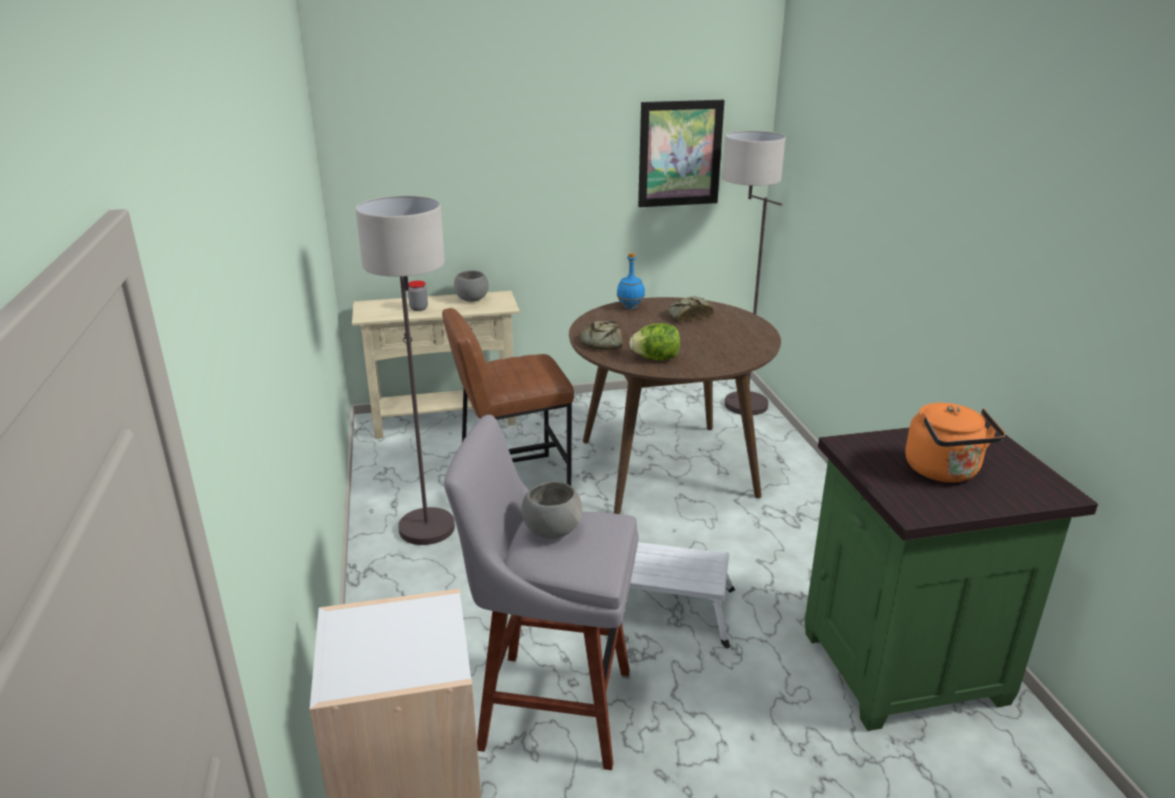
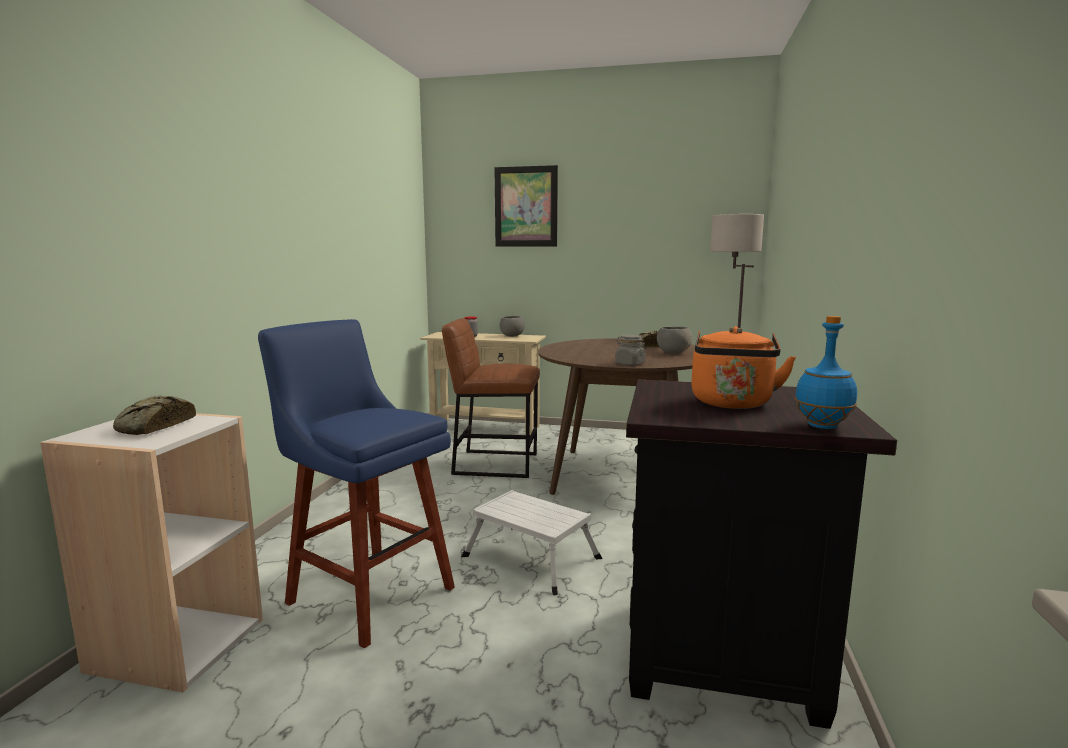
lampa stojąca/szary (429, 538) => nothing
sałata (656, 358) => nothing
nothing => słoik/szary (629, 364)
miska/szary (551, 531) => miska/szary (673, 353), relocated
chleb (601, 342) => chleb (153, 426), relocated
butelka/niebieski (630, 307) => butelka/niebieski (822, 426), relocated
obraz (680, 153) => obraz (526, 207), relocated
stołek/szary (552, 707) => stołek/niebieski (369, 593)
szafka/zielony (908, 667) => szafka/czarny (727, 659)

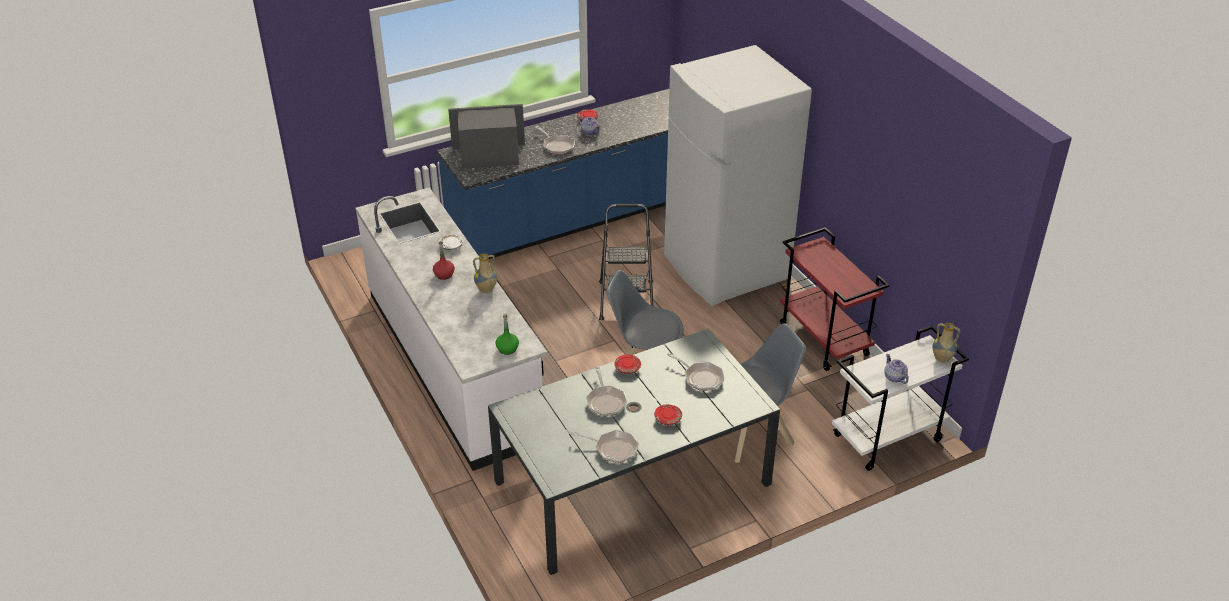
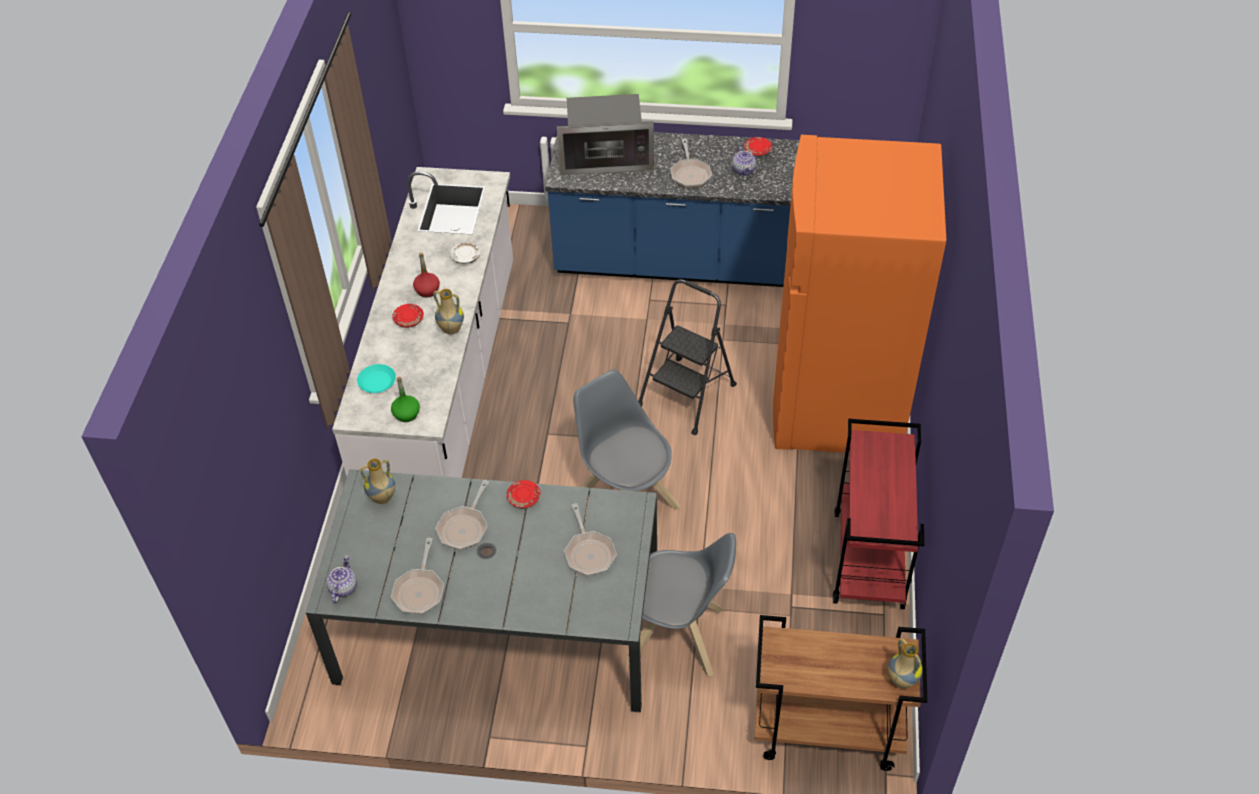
nothing => talerz/turkusowy (377, 381)
nothing => wazon (382, 498)
talerz/czerwony (668, 418) => talerz/czerwony (409, 320), relocated
imbryk (894, 377) => imbryk (343, 587), relocated
lodówka/biały (725, 266) => lodówka/pomarańczowy (836, 405)
wózek/biały (887, 439) => wózek/brązowy (826, 731)
mikrofalówka (489, 155) => mikrofalówka (606, 157), 150 degrees clockwise
patelnia (613, 448) => patelnia (419, 590), 45 degrees clockwise

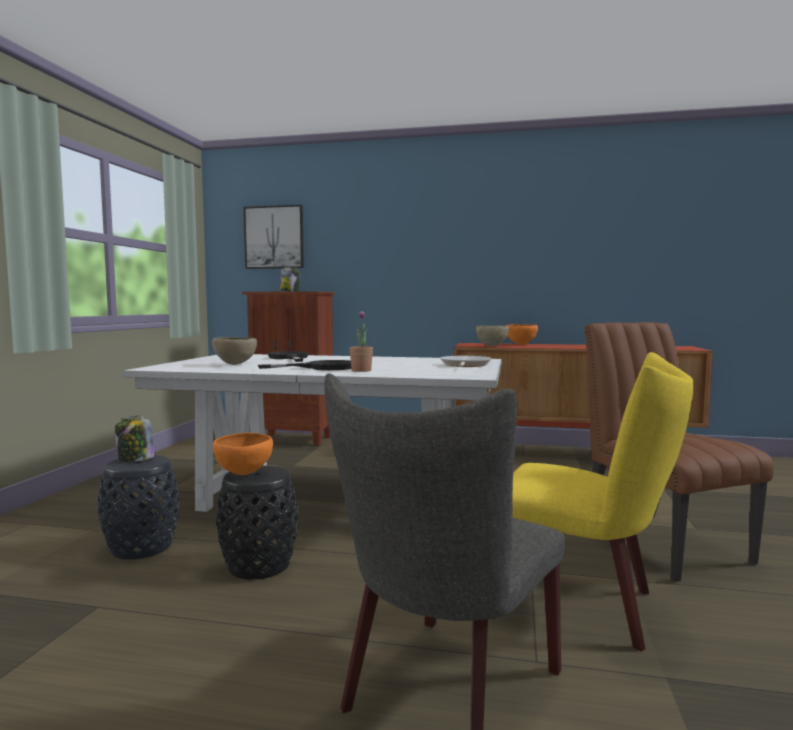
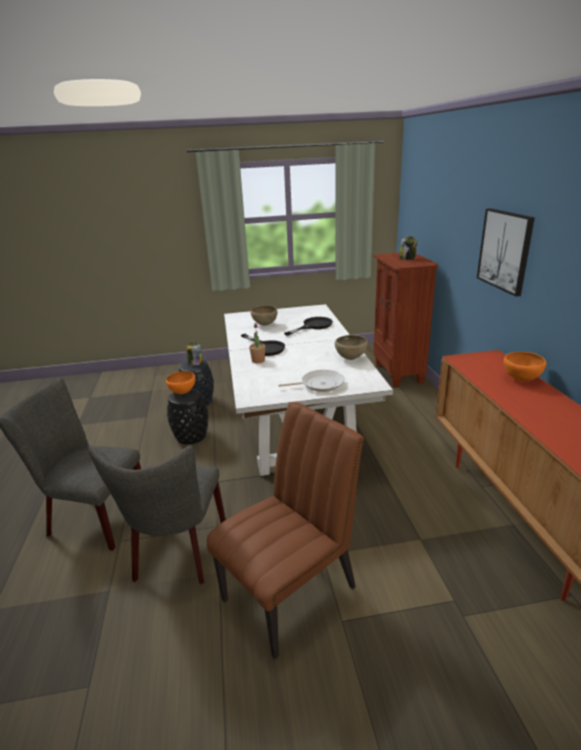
obraz (274, 237) => obraz (505, 250), relocated
miska/brązowy (492, 346) => miska/brązowy (351, 358), relocated
krzesło/żółty (583, 605) => krzesło/szary (178, 553)

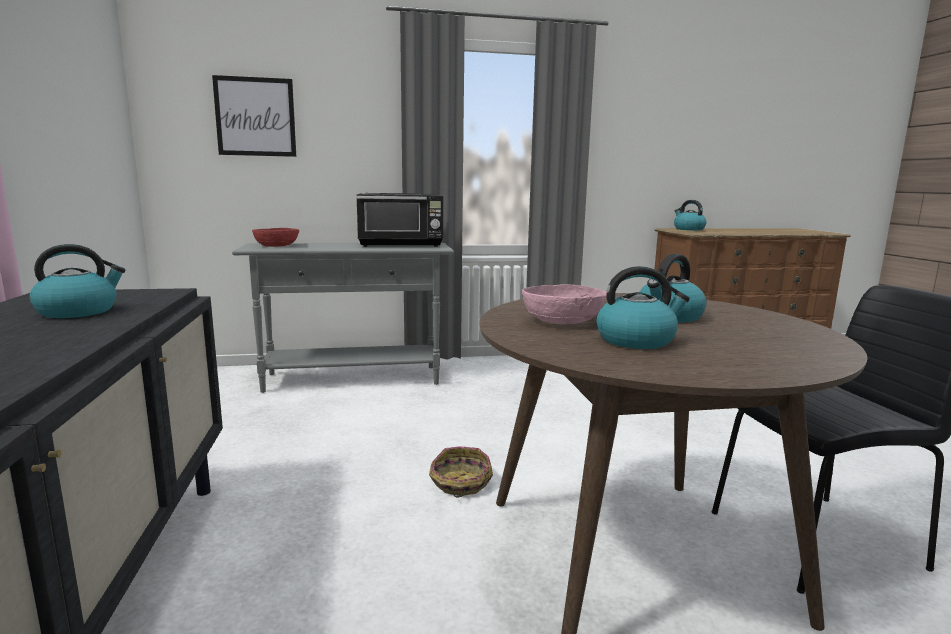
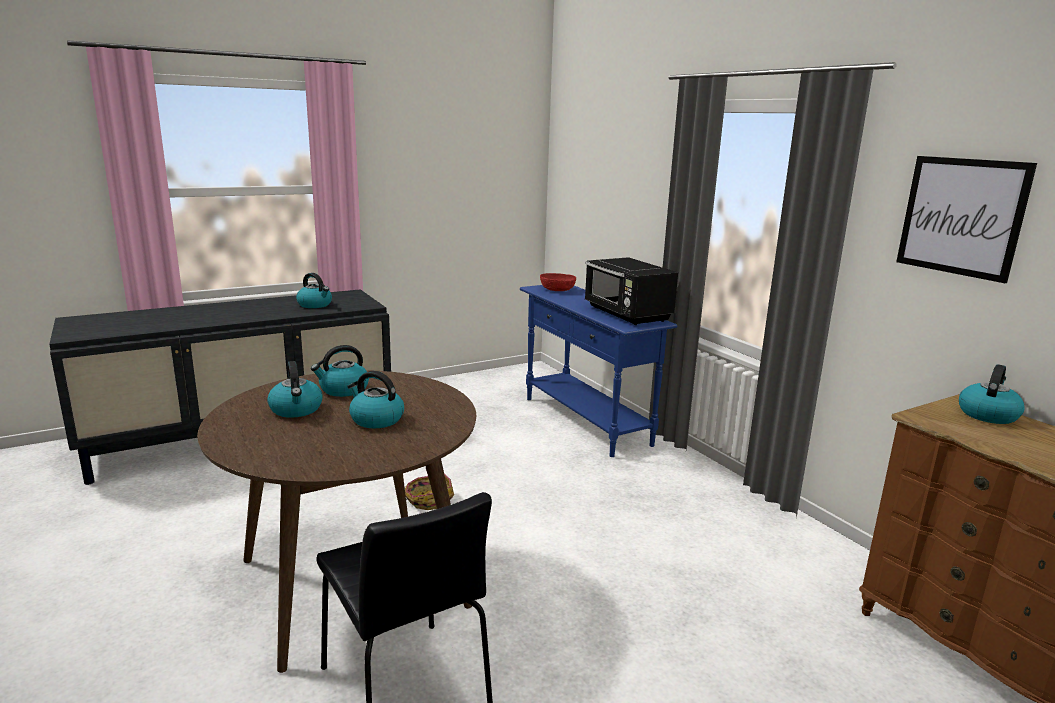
obraz (255, 117) => obraz (961, 216), relocated
miska/różowy (562, 321) => czajnik (343, 390)
stolik konsolowy/szary (353, 379) => stolik konsolowy/niebieski (586, 421)

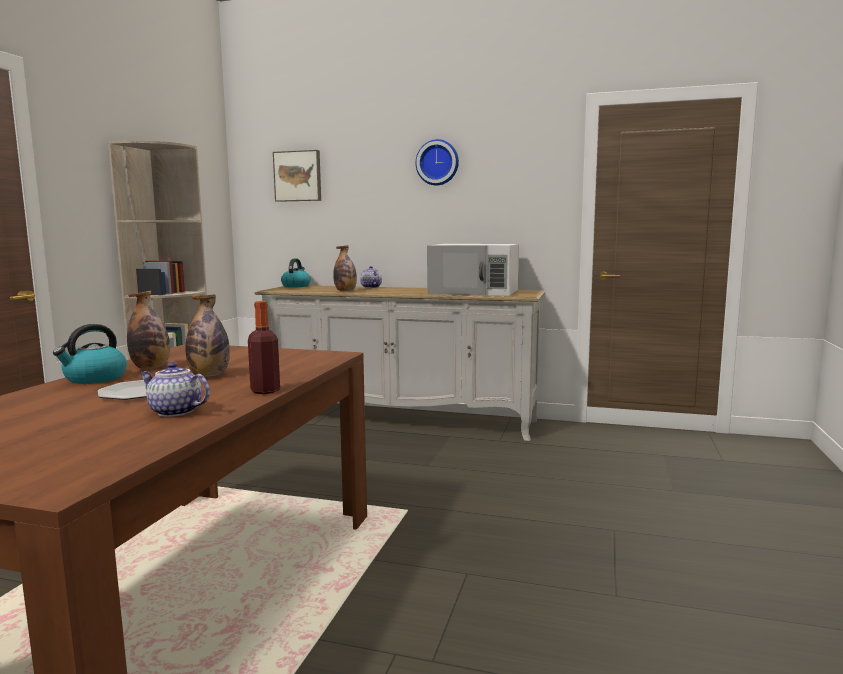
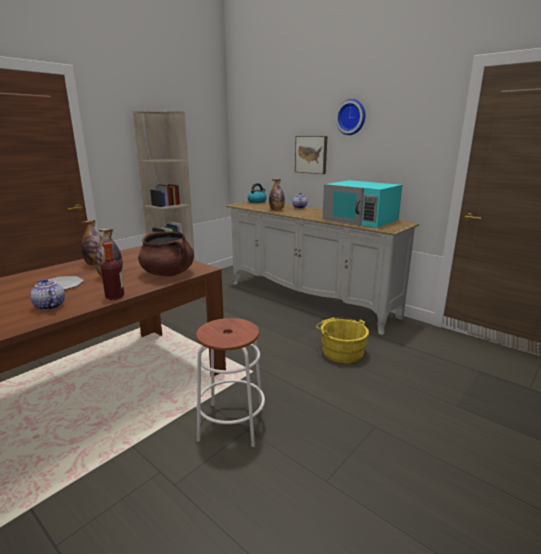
czajnik (94, 378) => nothing
nothing => garnek/brązowy (168, 273)
nothing => stołek/biały (231, 424)
nothing => wiadro/żółty (341, 351)
obraz (298, 176) => obraz (311, 154), relocated
mikrofalówka/biały (474, 291) => mikrofalówka/turkusowy (360, 219)

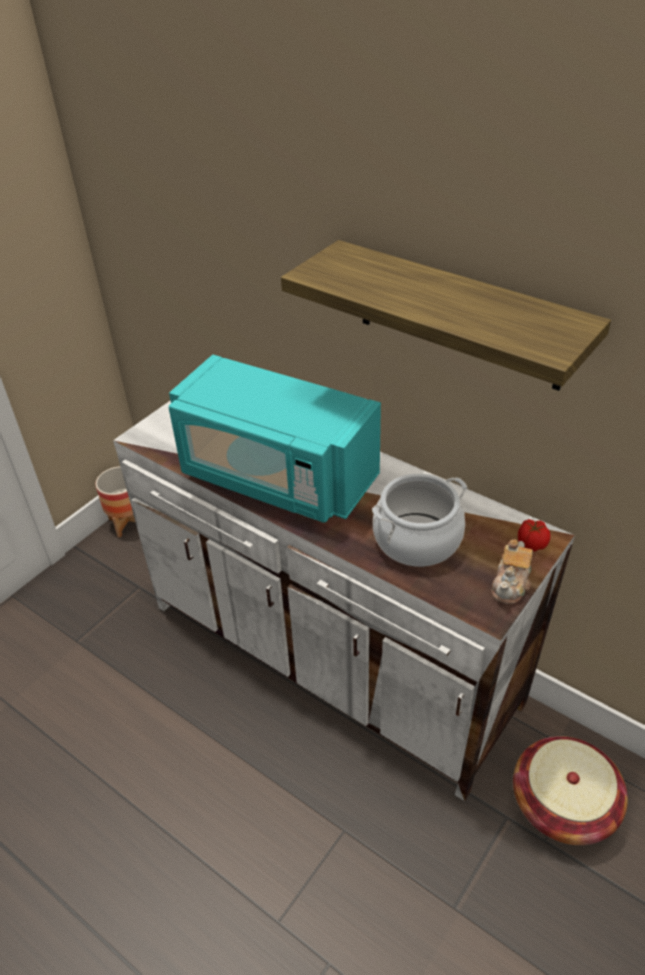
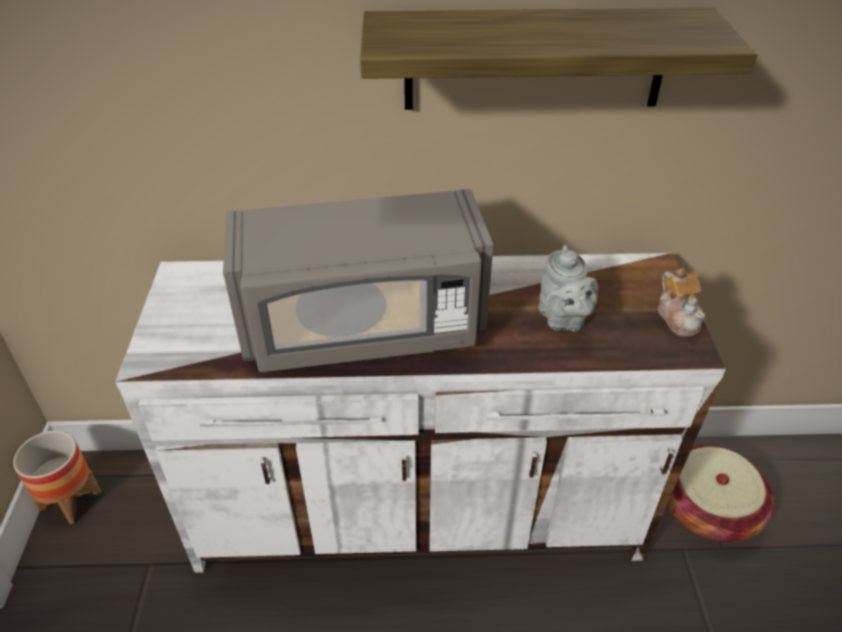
pomidor (531, 543) => nothing
garnek (417, 540) => imbryk/szary (562, 320)
mikrofalówka/turkusowy (276, 477) => mikrofalówka/szary (364, 328)

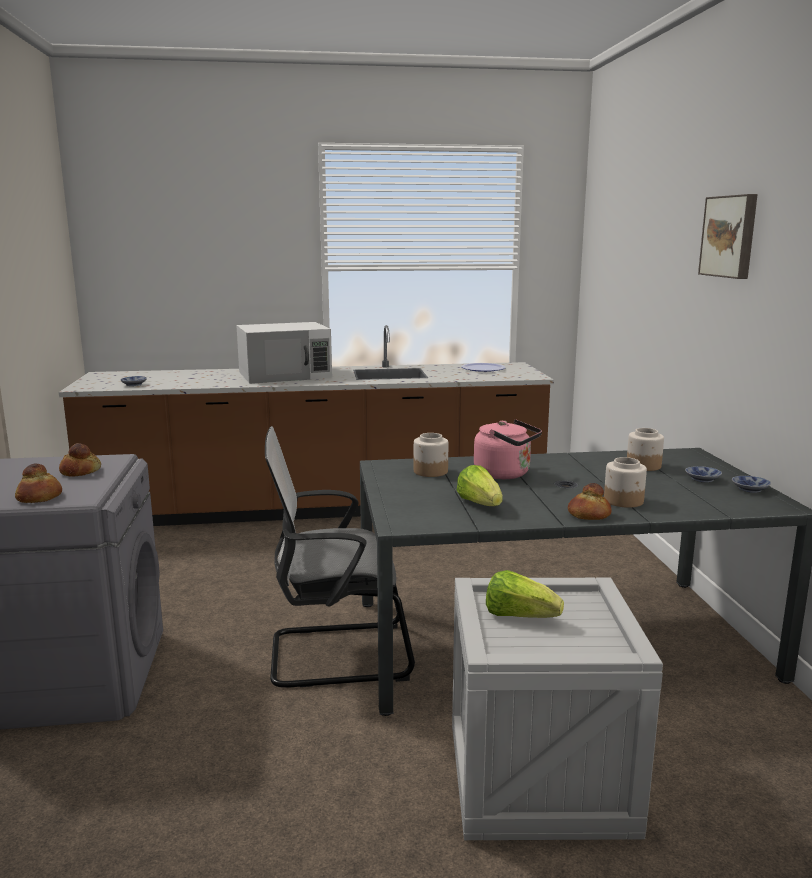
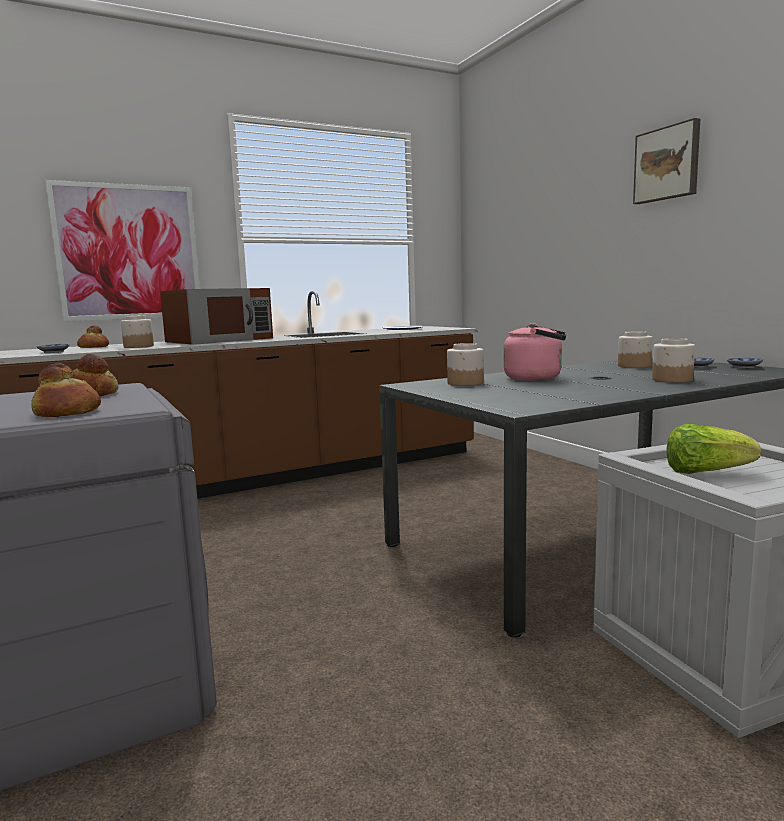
krzesło (334, 655) => nothing
sałata (480, 504) => nothing
nothing => obraz (128, 252)
nothing => słoik (138, 346)
chleb (588, 515) => chleb (93, 347), relocated
mikrofalówka/biały (285, 374) => mikrofalówka/brązowy (220, 340)

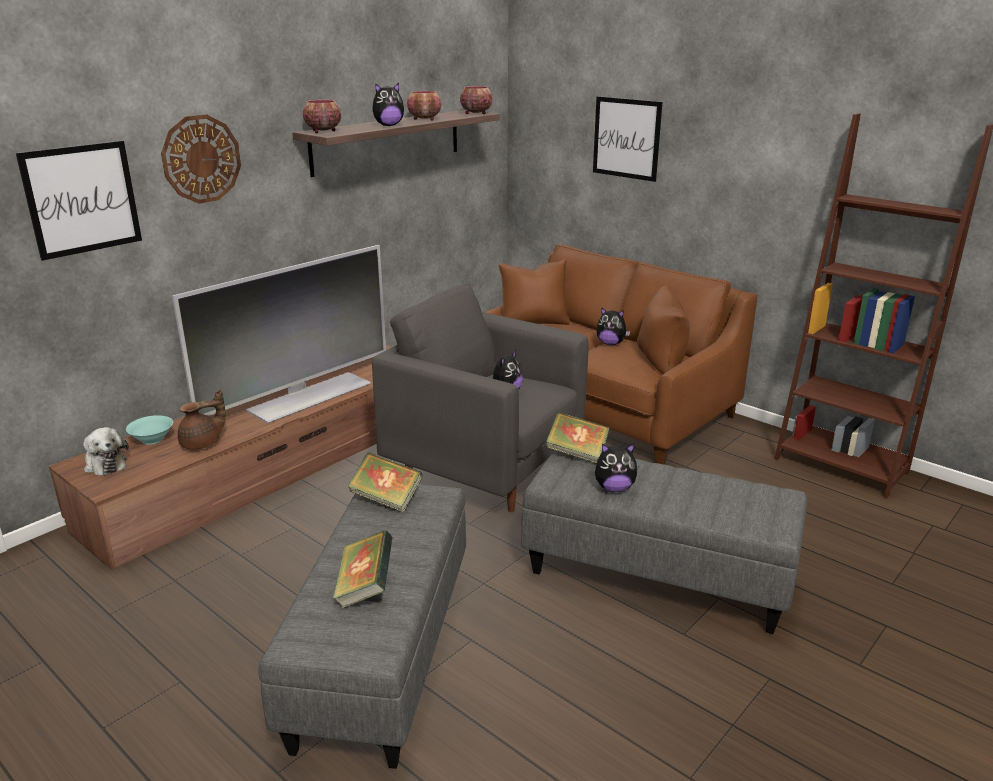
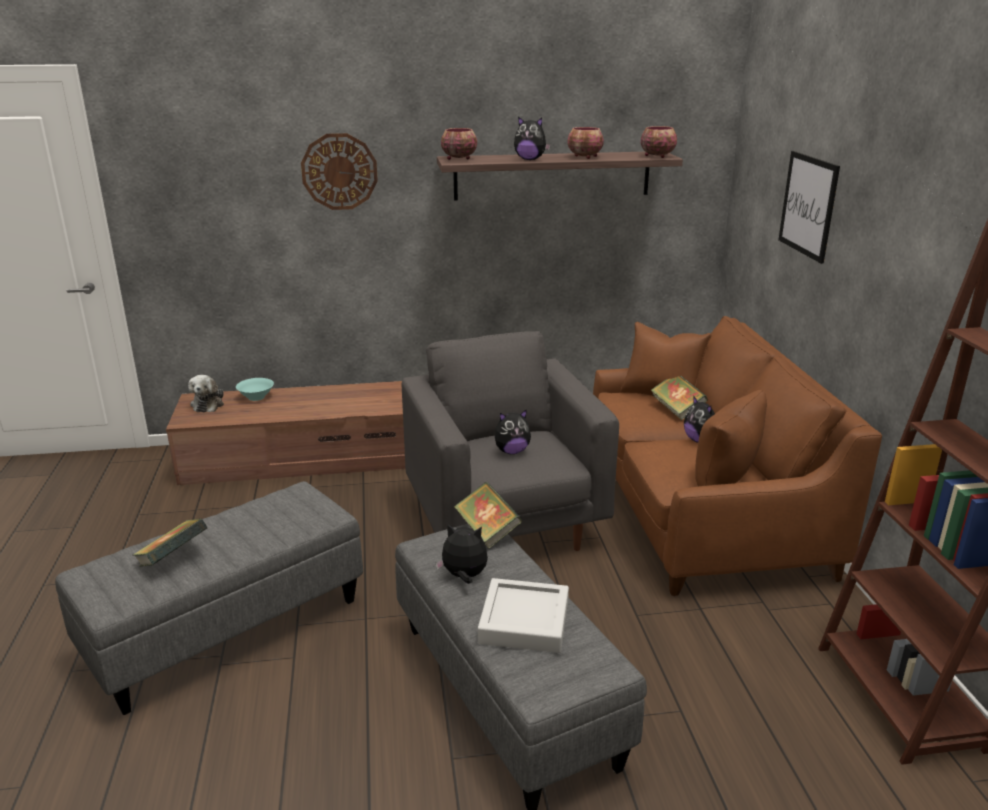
obraz (82, 199) => nothing
telewizor (308, 396) => nothing
imbryk/brązowy (202, 443) => nothing
nothing => taca/szary (524, 622)
książka (386, 499) => książka (677, 410), relocated
pluszak (614, 488) => pluszak (464, 577), 150 degrees clockwise

